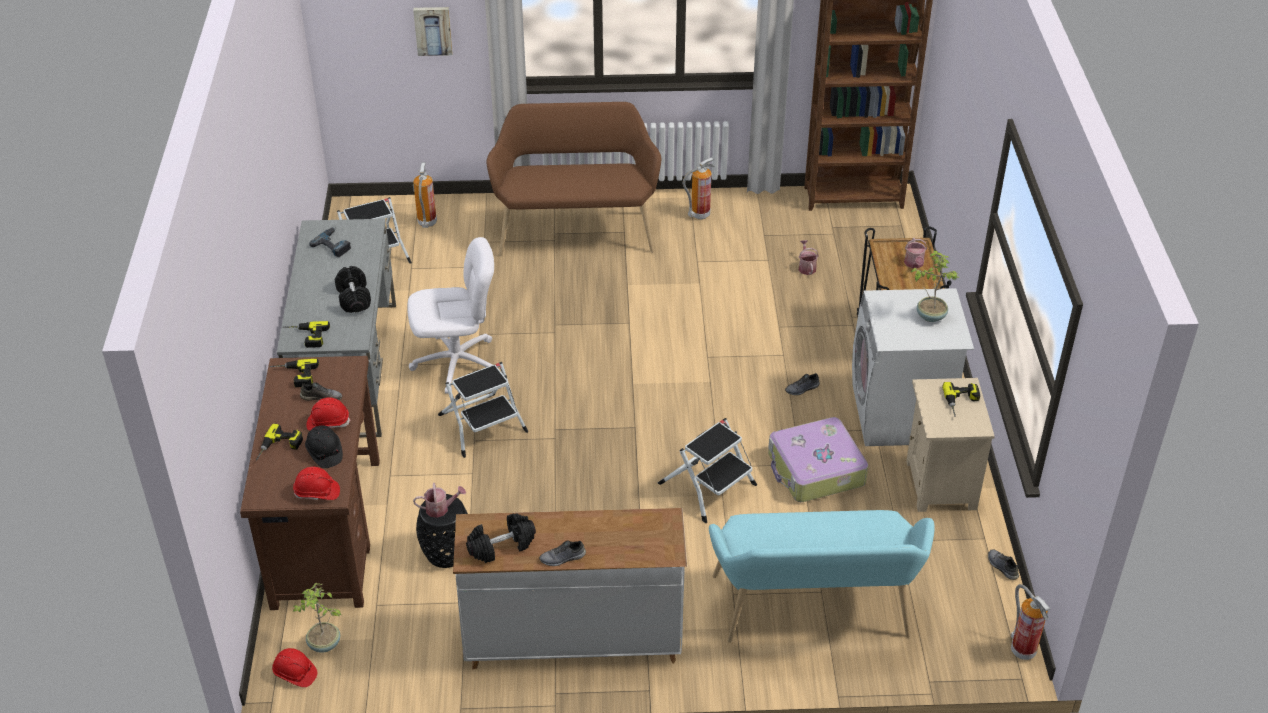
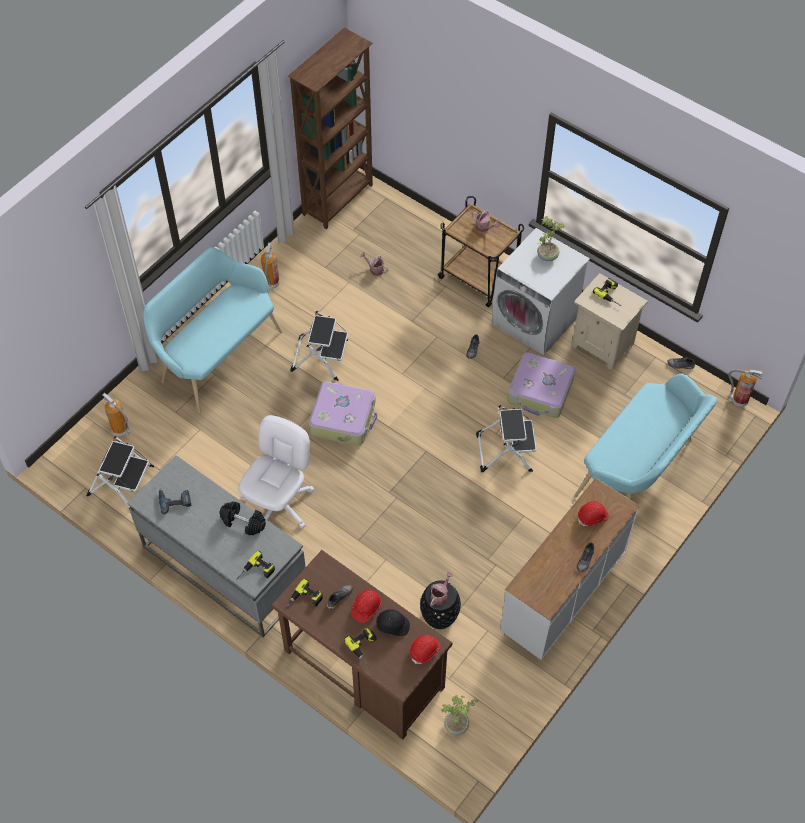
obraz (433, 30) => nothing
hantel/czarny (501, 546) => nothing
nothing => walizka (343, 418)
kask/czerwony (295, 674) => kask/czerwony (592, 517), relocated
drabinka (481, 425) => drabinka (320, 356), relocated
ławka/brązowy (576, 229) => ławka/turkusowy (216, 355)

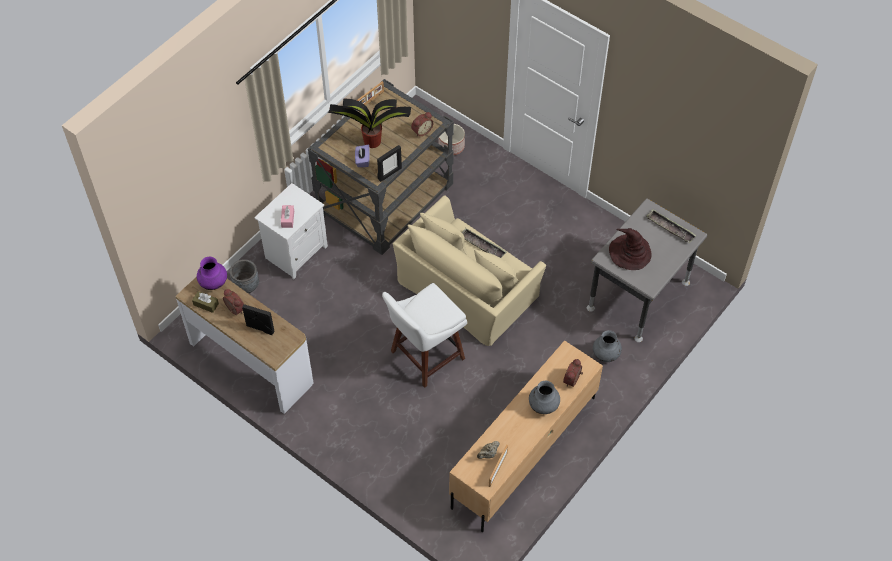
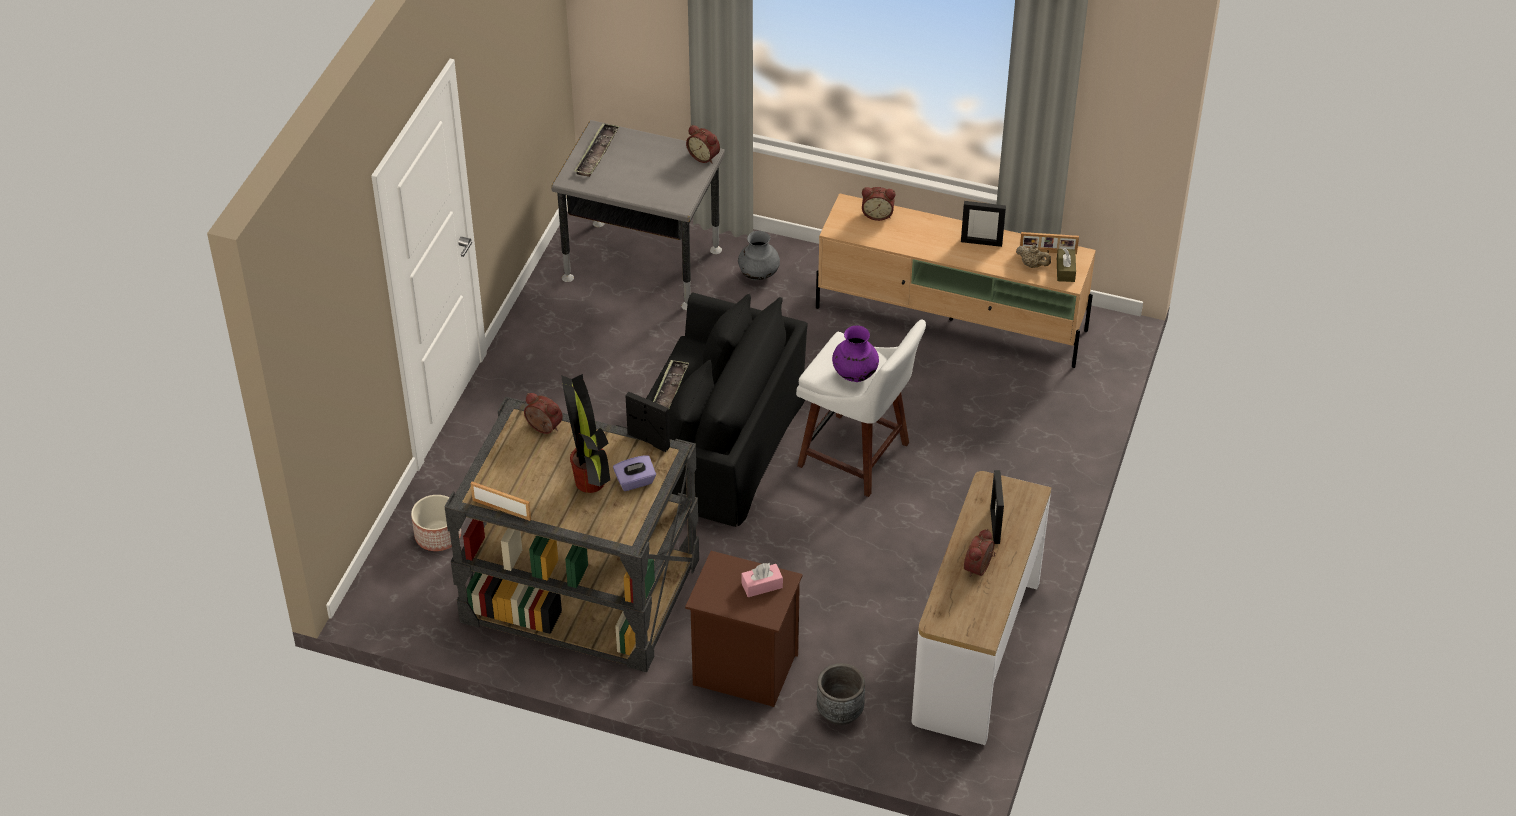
wazon/szary (543, 406) => nothing
kapelusz/brązowy (630, 252) => nothing
nothing => budzik (704, 156)
nothing => ramka na zdjęcie (981, 242)
pudełko chusteczek/brązowy (206, 304) => pudełko chusteczek/brązowy (1065, 270), relocated
wazon/fioletowy (214, 283) => wazon/fioletowy (854, 374), relocated
szafka nocna/biały (296, 251) => szafka nocna/brązowy (742, 670)
fotel/beżowy (467, 287) => fotel/czarny (712, 442)

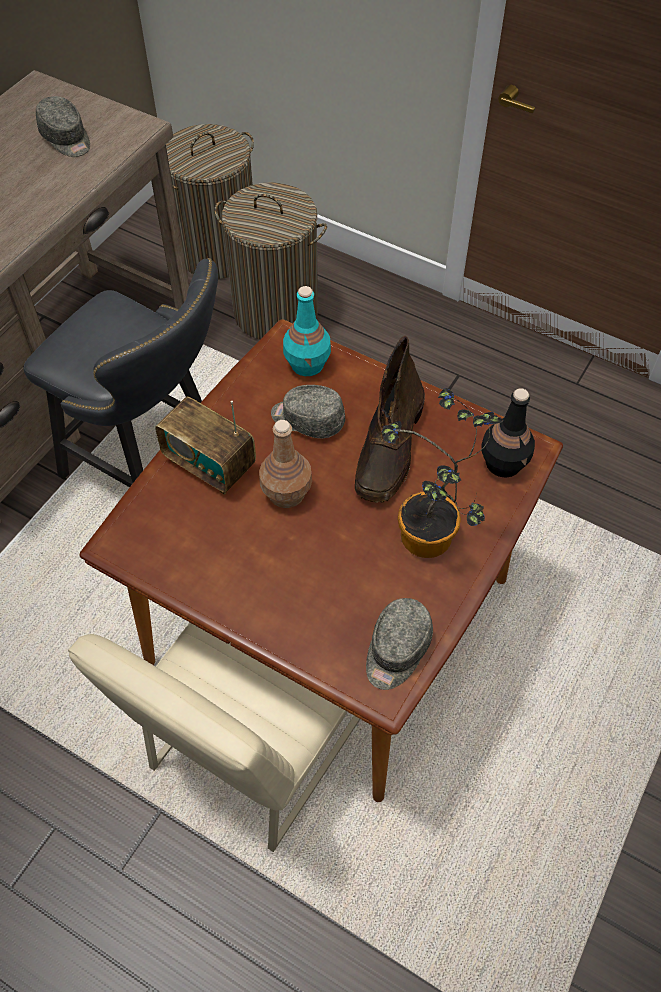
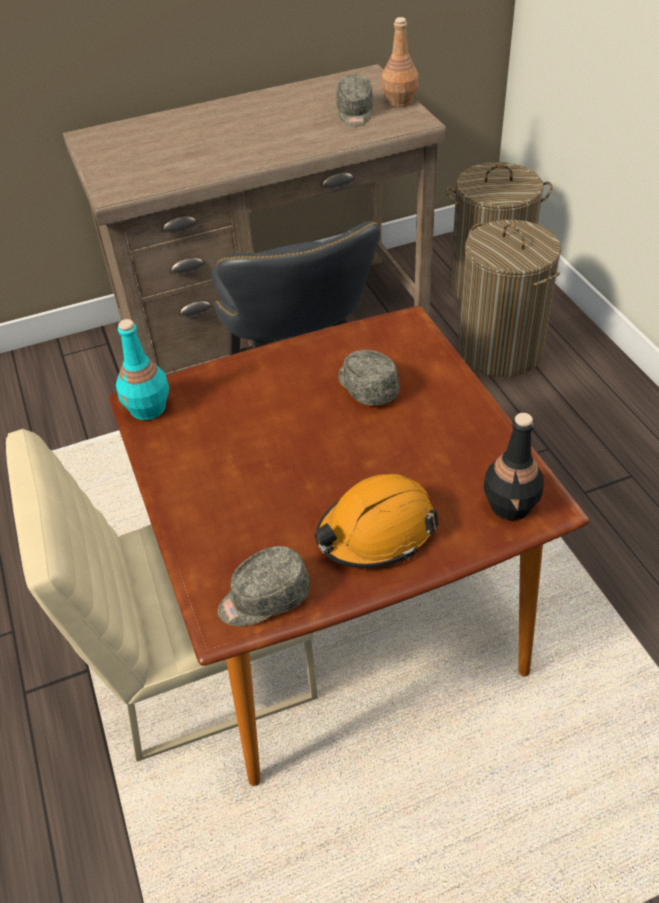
radio (210, 464) => nothing
but z cholewką/brązowy (389, 449) => nothing
butelka/brązowy (287, 493) => butelka/brązowy (399, 101), relocated
butelka/turkusowy (308, 364) => butelka/turkusowy (148, 408), relocated
roślina doniczkowa (429, 543) => kask/pomarańczowy (376, 532)

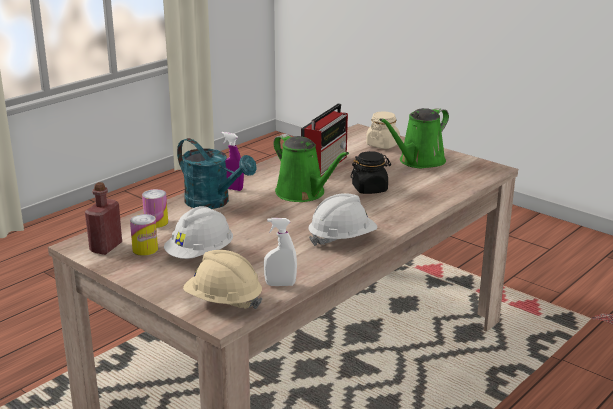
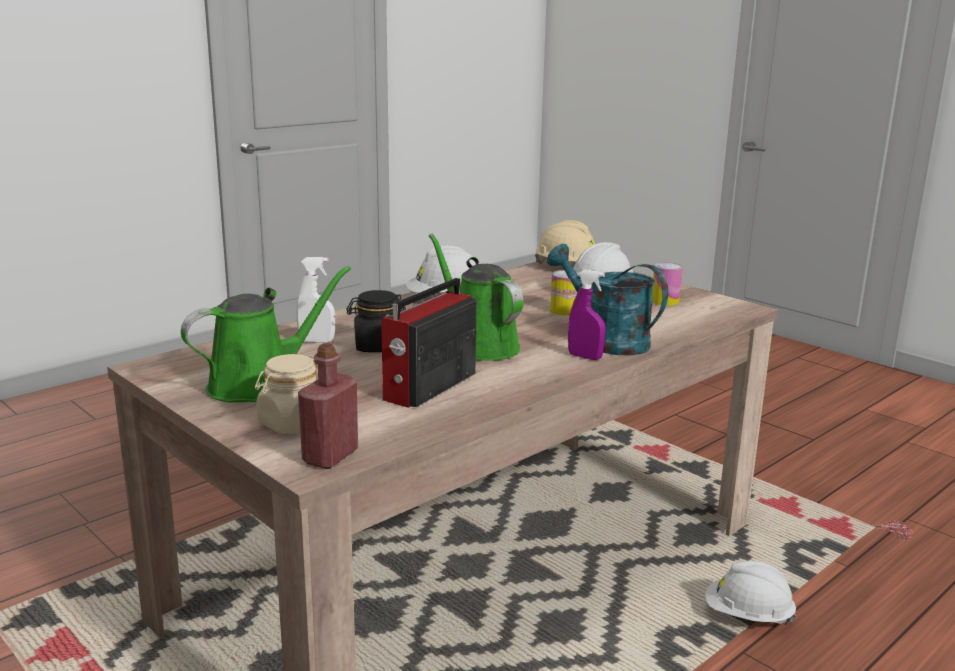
nothing => kask/biały (747, 616)
butelka/czerwony (106, 247) => butelka/czerwony (330, 456), relocated
puszka (156, 222) => puszka (564, 310), relocated
spryskiwacz/biały (280, 284) => spryskiwacz/biały (316, 341), relocated

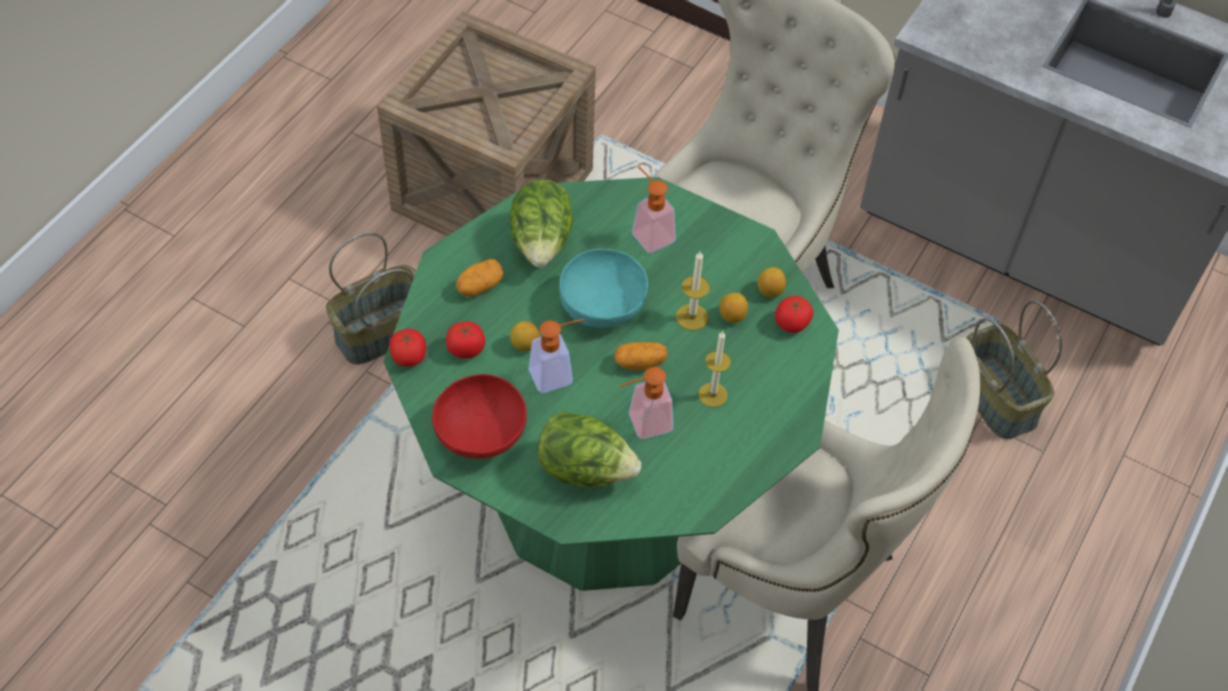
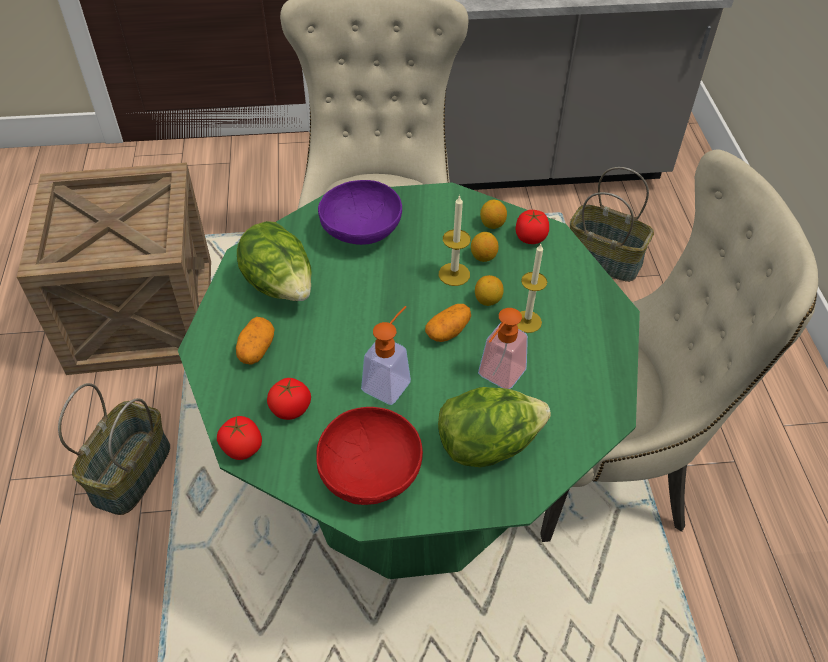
miska/turkusowy (603, 304) => nothing
cytryna (525, 345) => cytryna (487, 300), relocated
dozownik mydła (649, 233) => miska/fioletowy (361, 232)

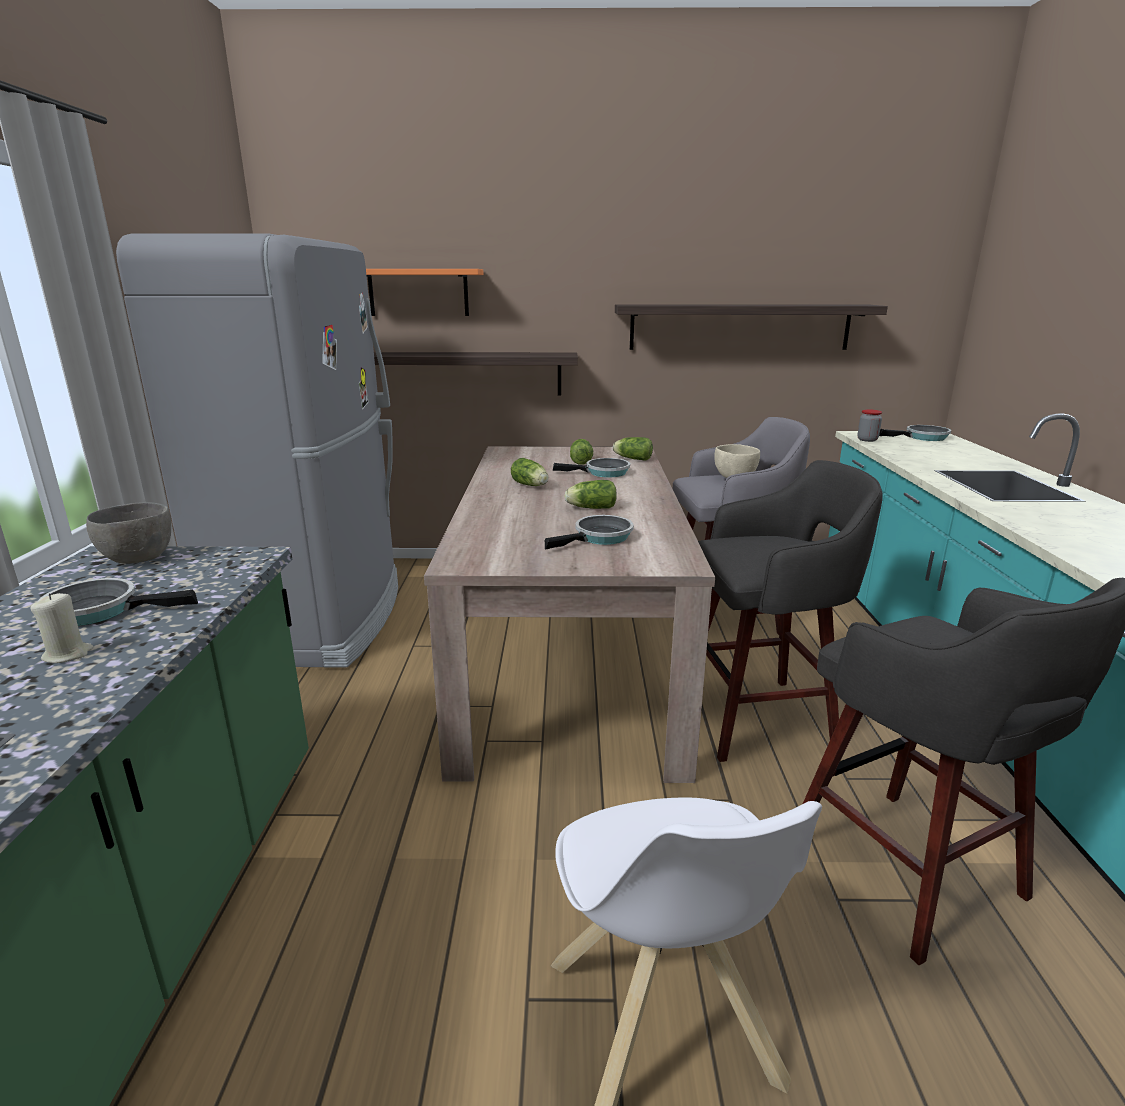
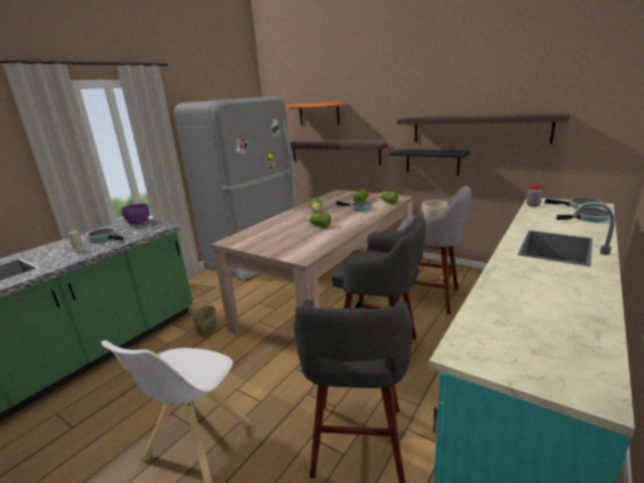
nothing => wiadro/beżowy (206, 331)
nothing => półka/czarny (432, 162)
patelnia (600, 538) => patelnia (590, 218), relocated
miska/szary (138, 559) => miska/fioletowy (138, 223)

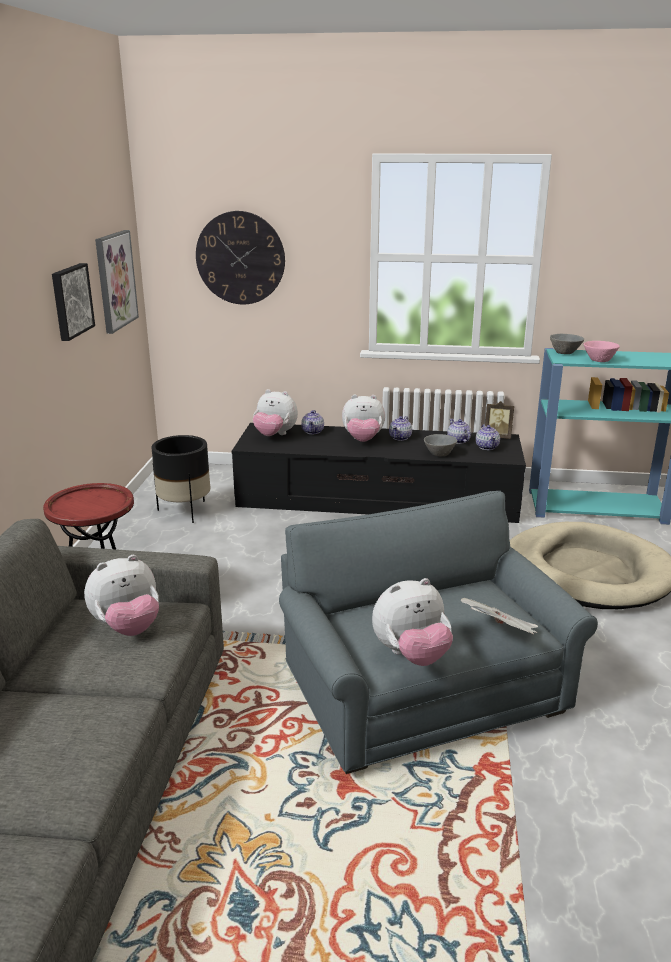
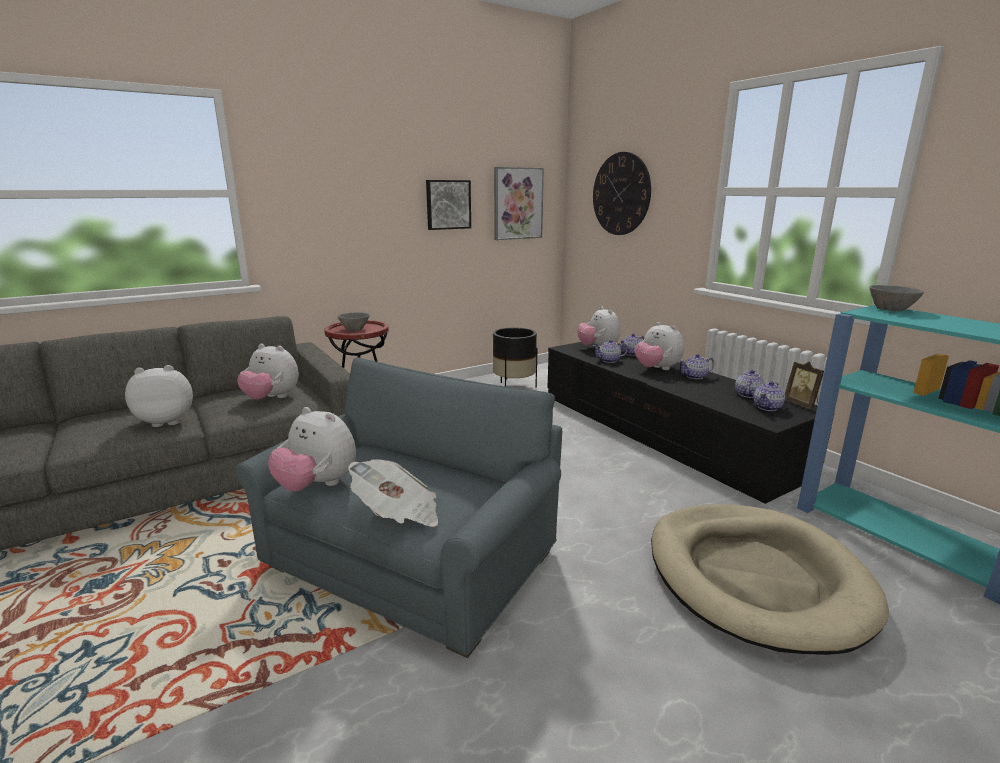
miska/różowy (600, 360) => nothing
nothing => pluszak (167, 421)
nothing => imbryk (609, 360)
miska/szary (439, 453) => miska/szary (355, 329), relocated

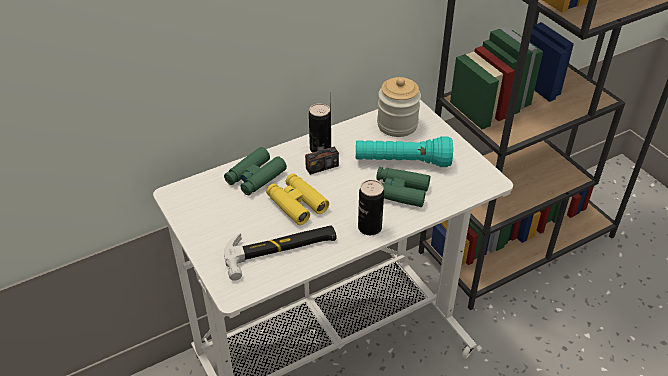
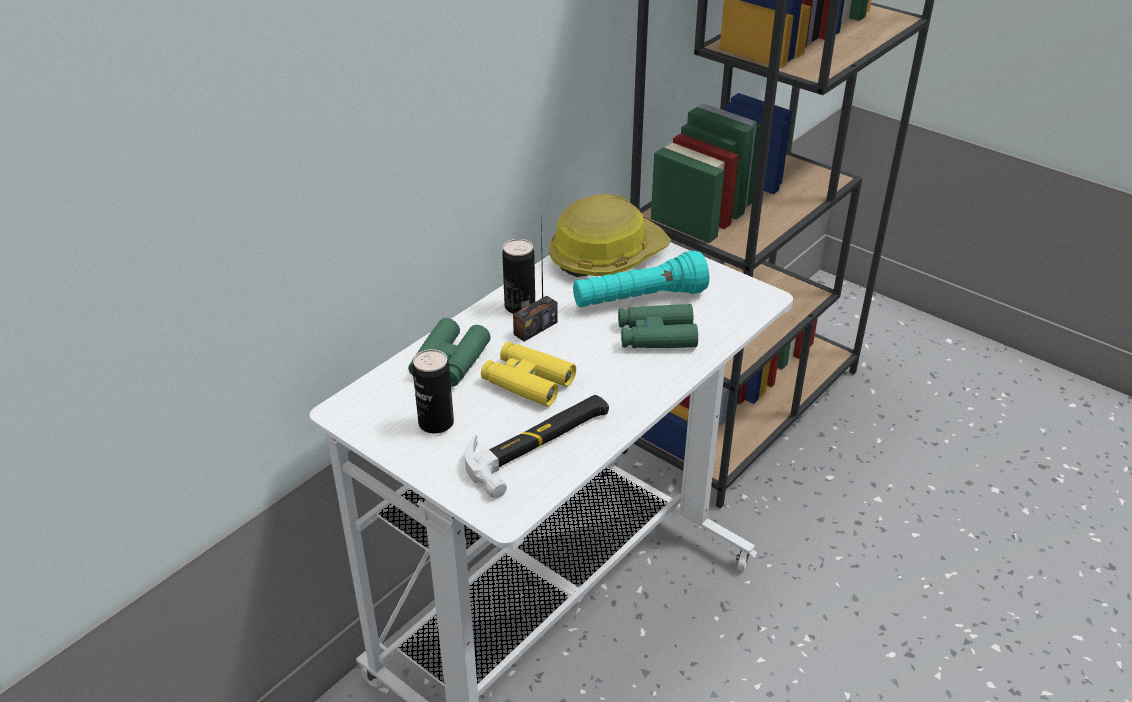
puszka (369, 227) => puszka (436, 423), relocated
słoik (397, 125) => kask (606, 256)

